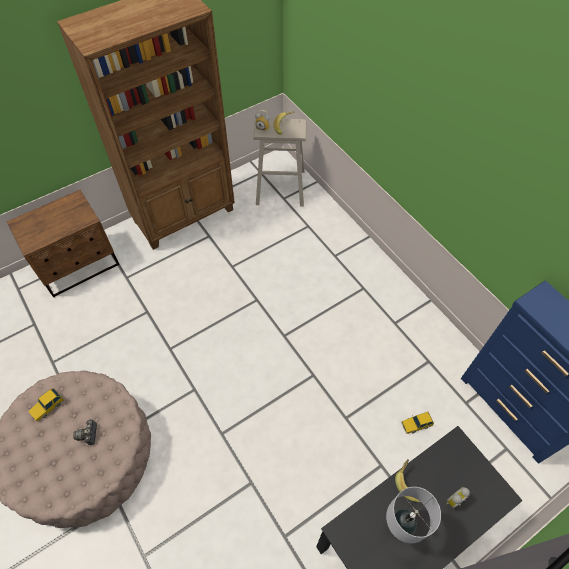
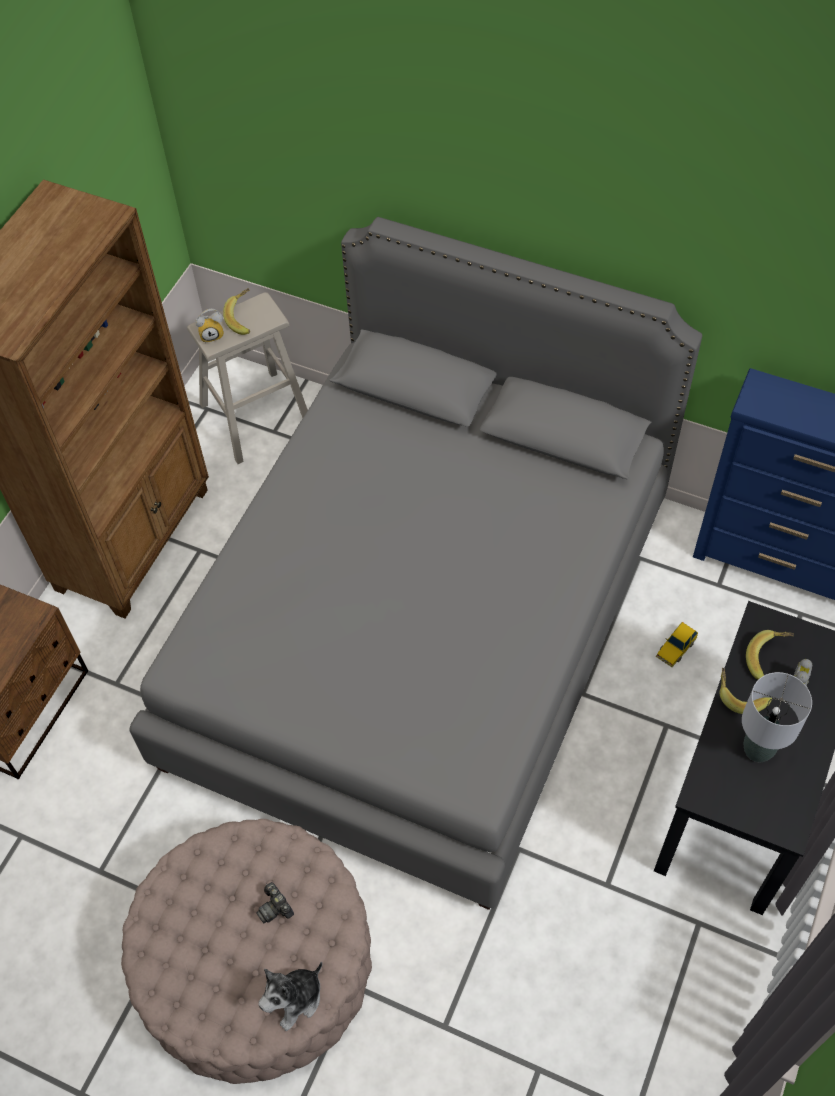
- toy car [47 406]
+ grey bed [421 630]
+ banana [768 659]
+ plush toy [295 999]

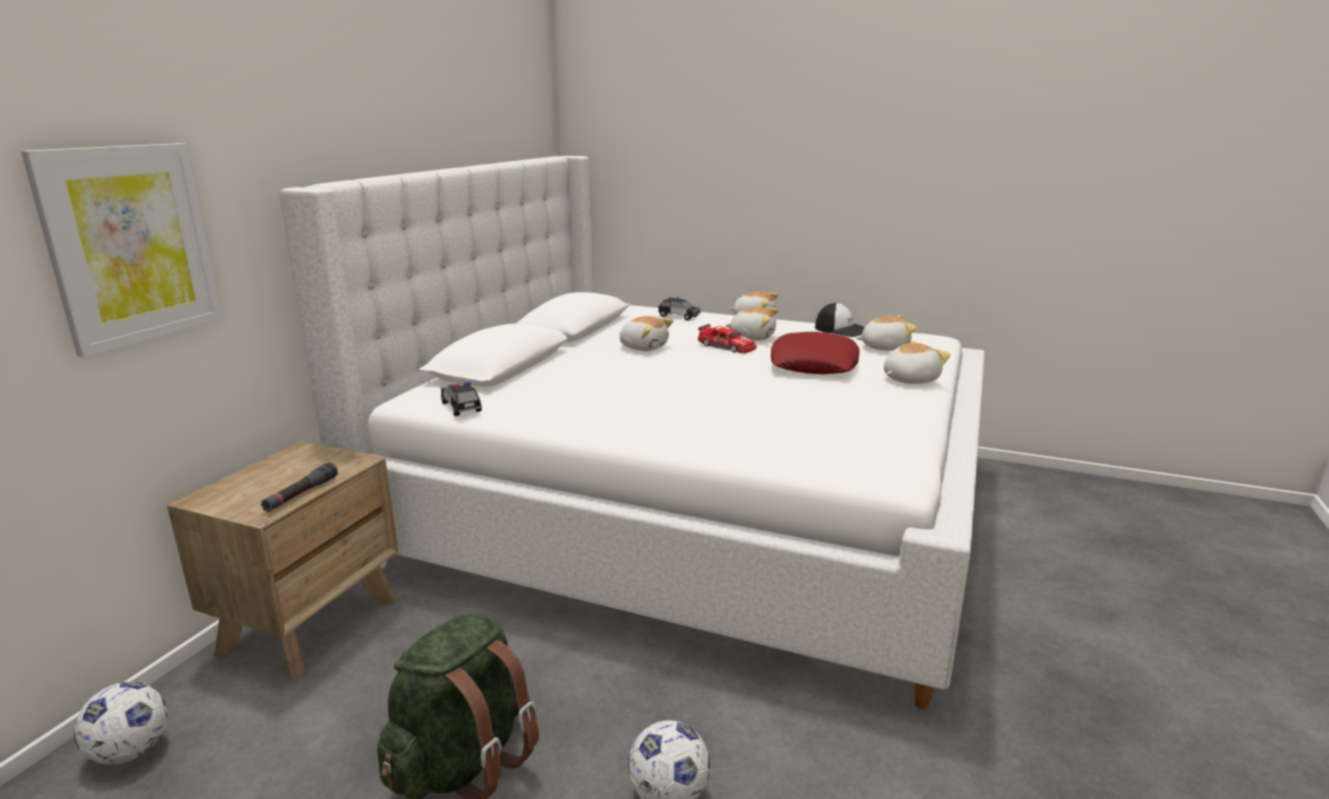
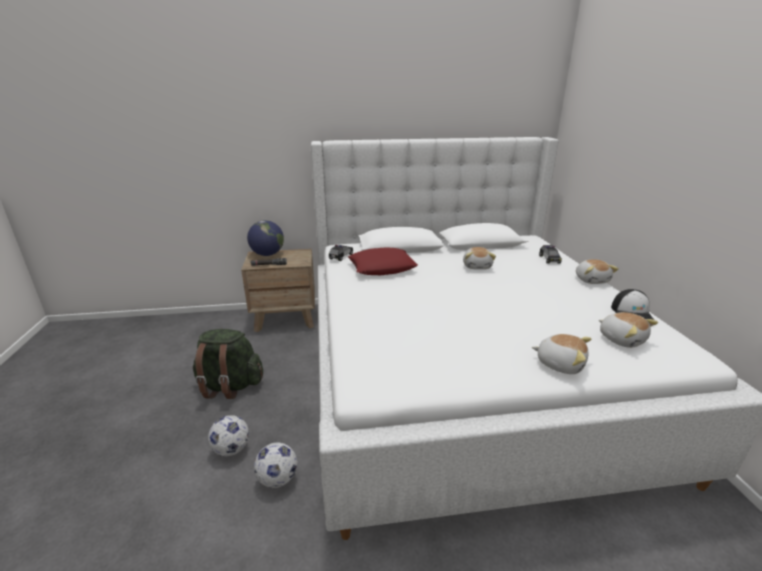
- picture [130 245]
- plush toy [752 337]
- toy car [726 346]
~ red pillow [813 363] to [382 267]
~ football [130 752] to [277 479]
+ globe [267 254]

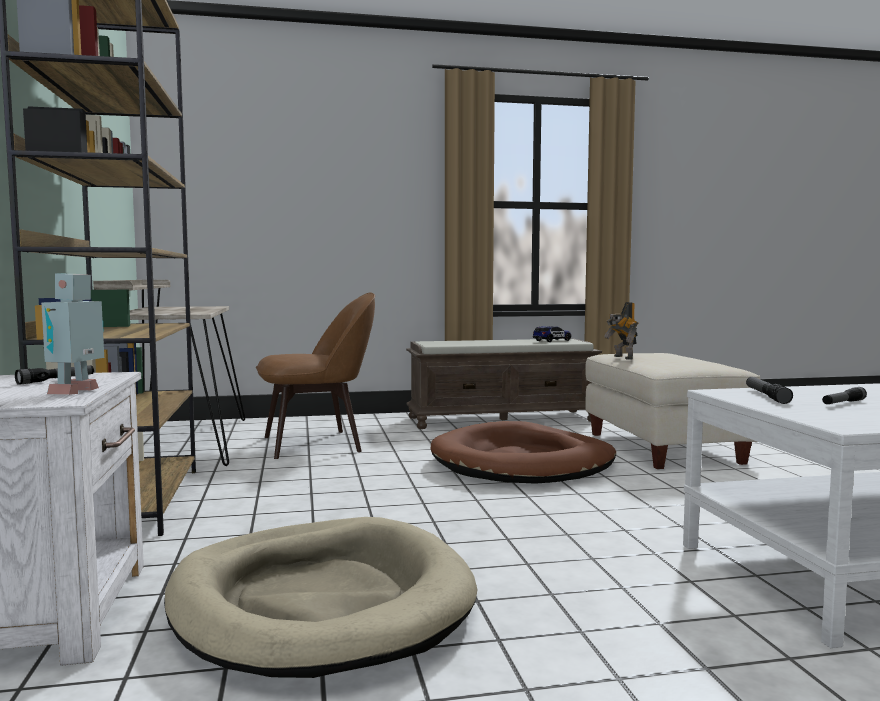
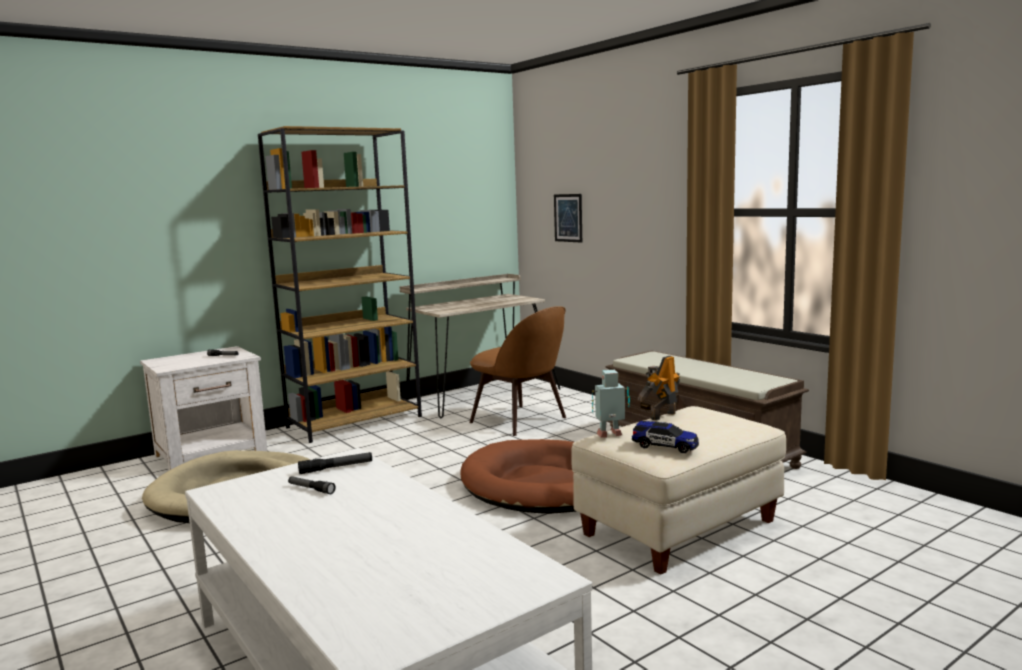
~ toy robot [78 392] to [610 435]
~ toy car [552 341] to [665 446]
+ picture [568 218]

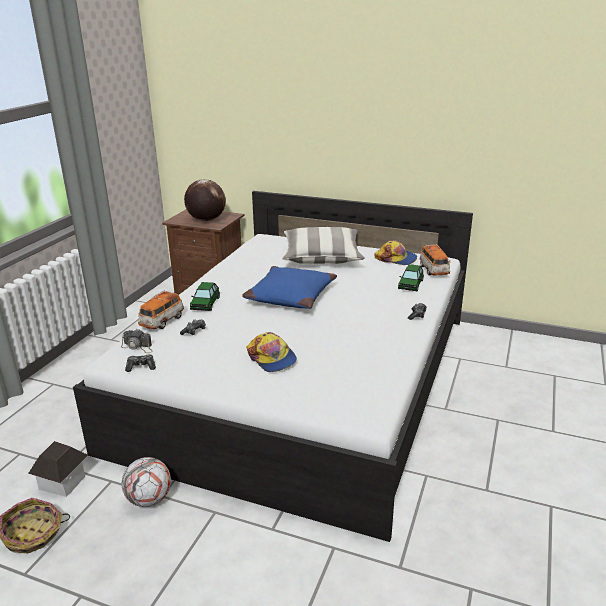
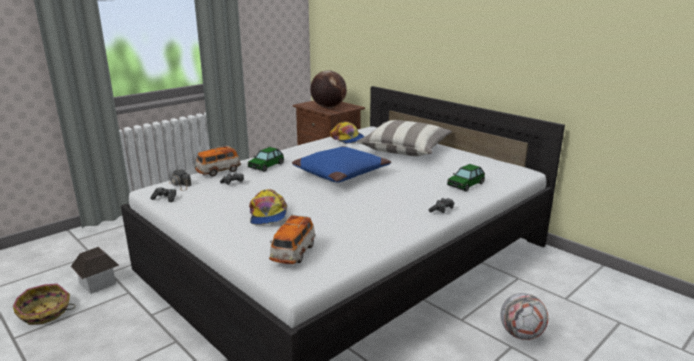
~ cap [396 258] to [347 138]
~ toy car [433 270] to [293 253]
~ football [149 499] to [521 334]

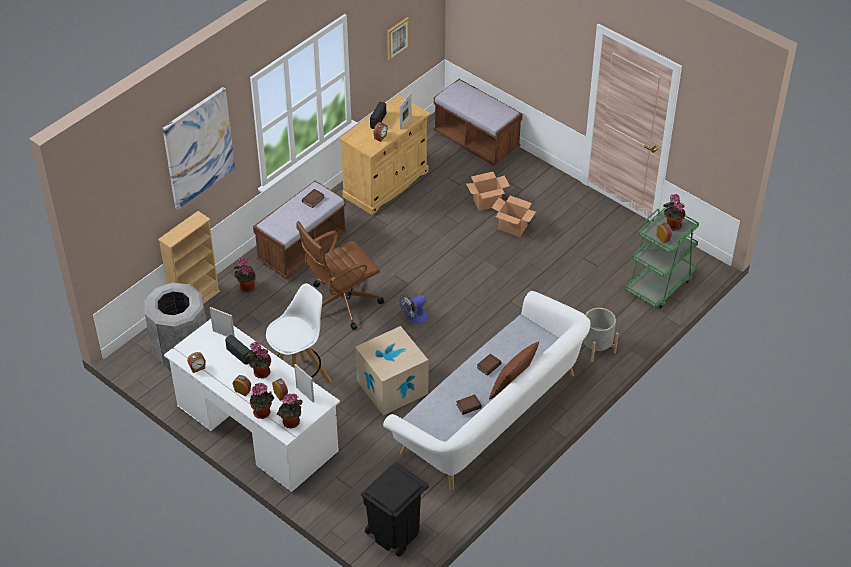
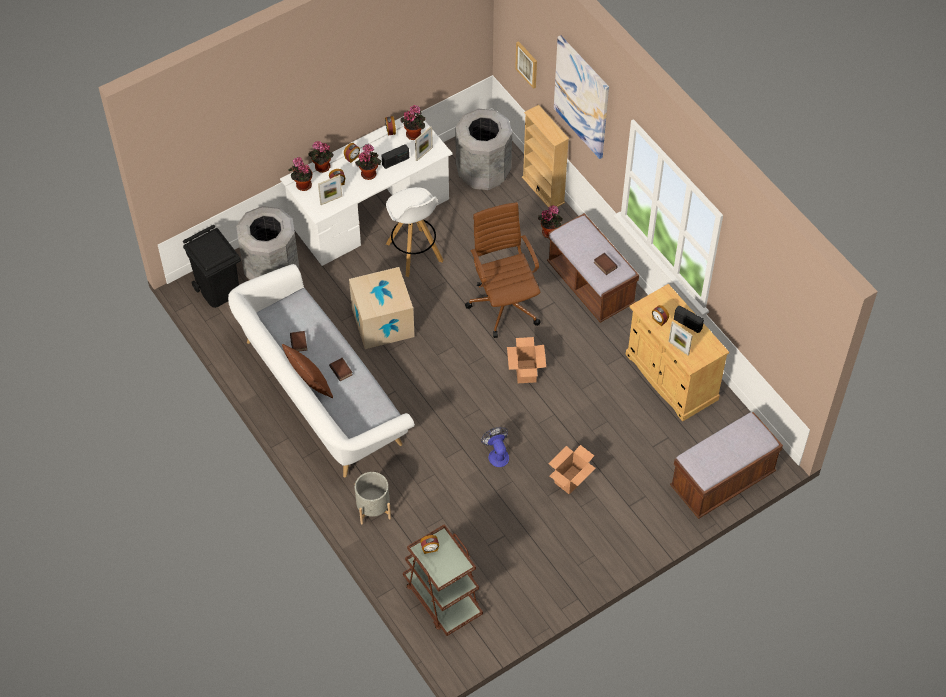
~ picture [397 38] to [527 64]
~ cardboard box [487 202] to [526 372]
~ potted plant [672 225] to [414 133]
~ green cart [659 284] to brown cart [442 598]
~ fan [414 318] to [497 454]
+ grey trash can [272 270]

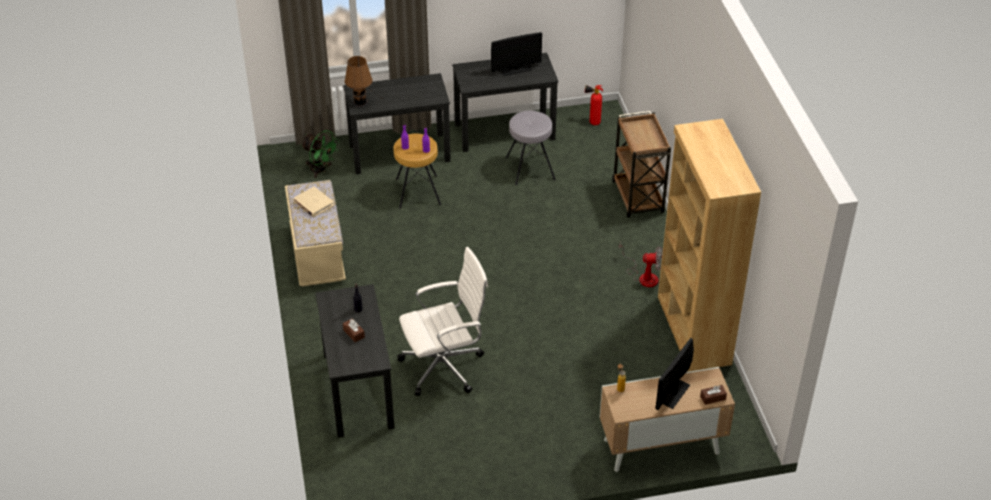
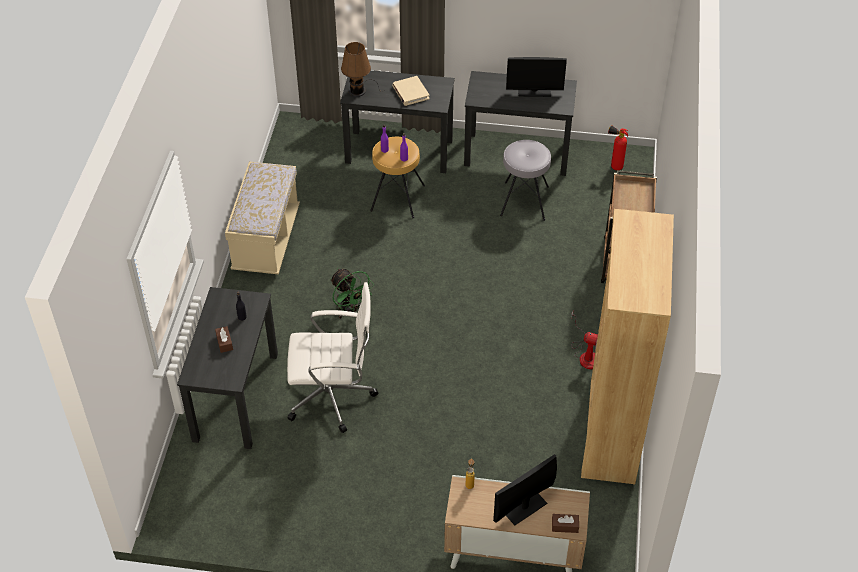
~ green fan [321 170] to [350 310]
~ beige book [313 204] to [410 92]

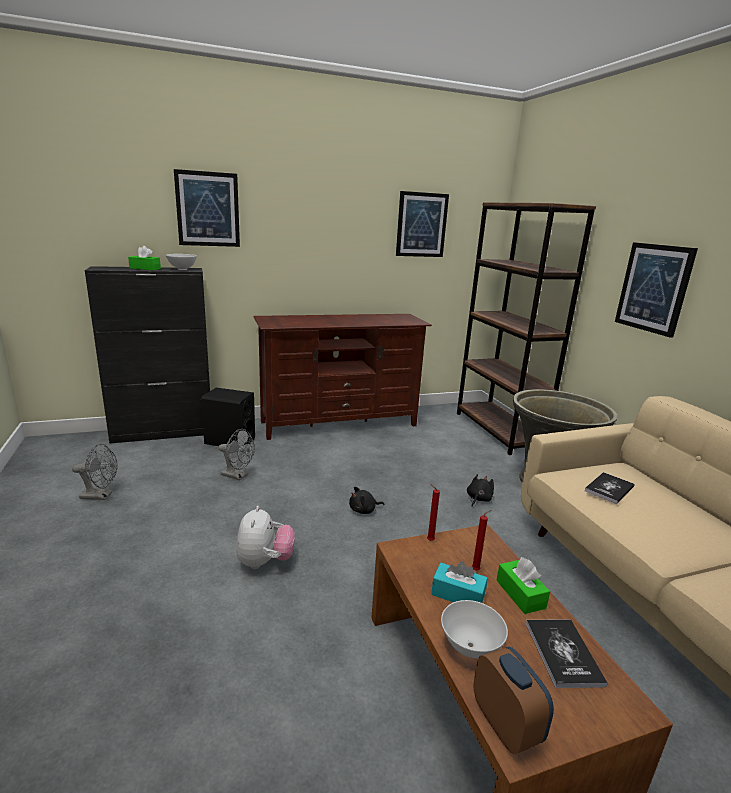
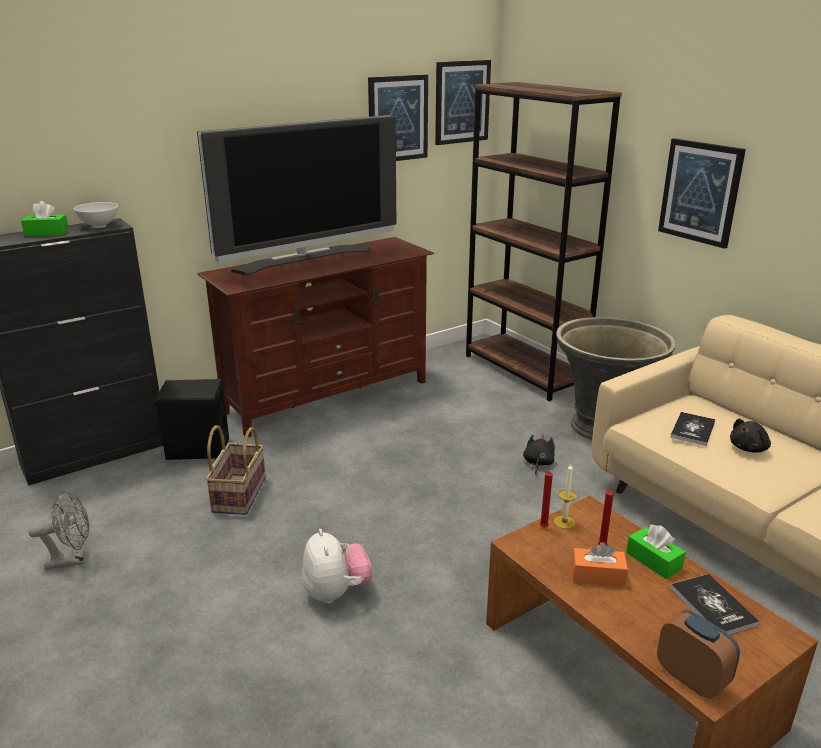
~ picture [208 209] to [462 102]
~ grey fan [238 476] to basket [238 494]
~ black plush toy [364 510] to [749 448]
~ turquoise tissue box [458 594] to orange tissue box [597 575]
- white bowl [470 647]
+ television [306 259]
+ candle [564 522]

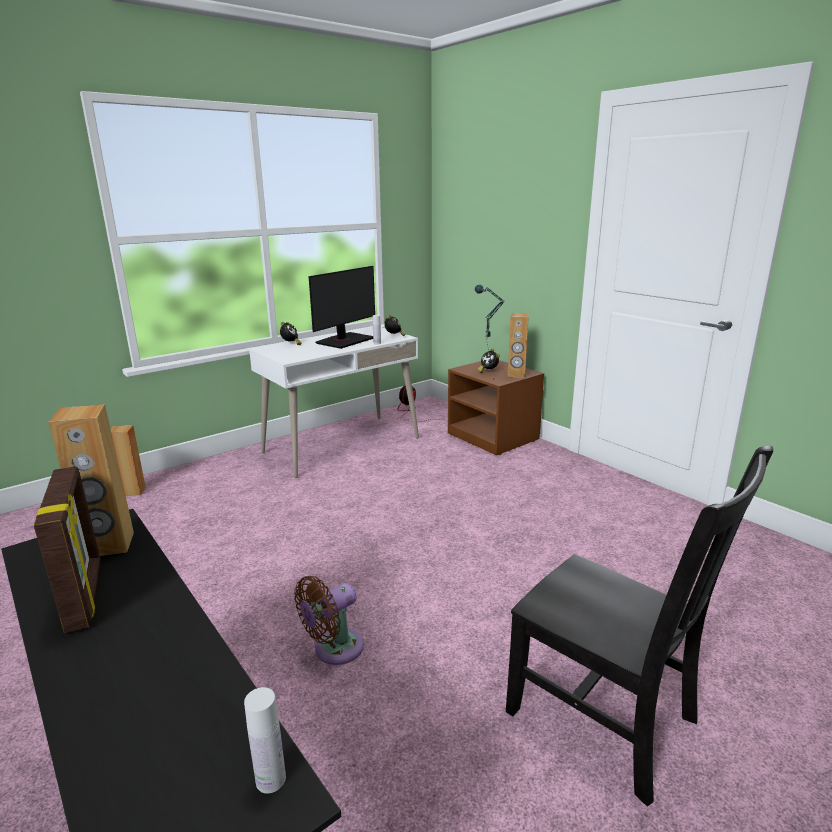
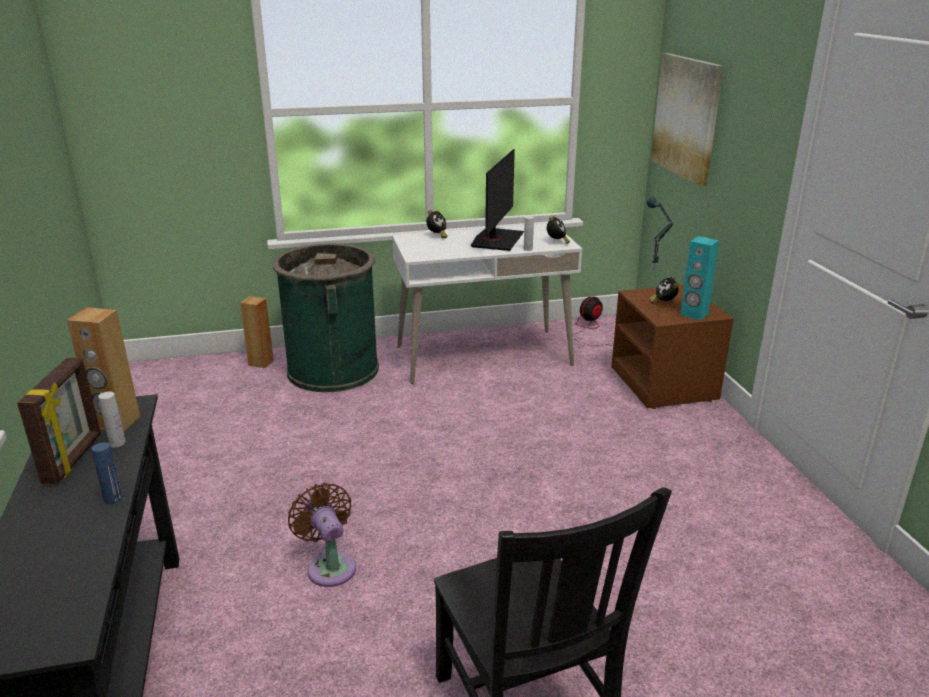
~ monitor [344 341] = [496 240] 45 degrees counterclockwise
~ brown speaker [516 375] to turquoise speaker [694 314]
~ brown fan [334 649] = [330 566] 75 degrees clockwise
~ white bottle [270 779] to [117 443]
+ picture [687 117]
+ green trash can [333 369]
+ blue bottle [113 498]

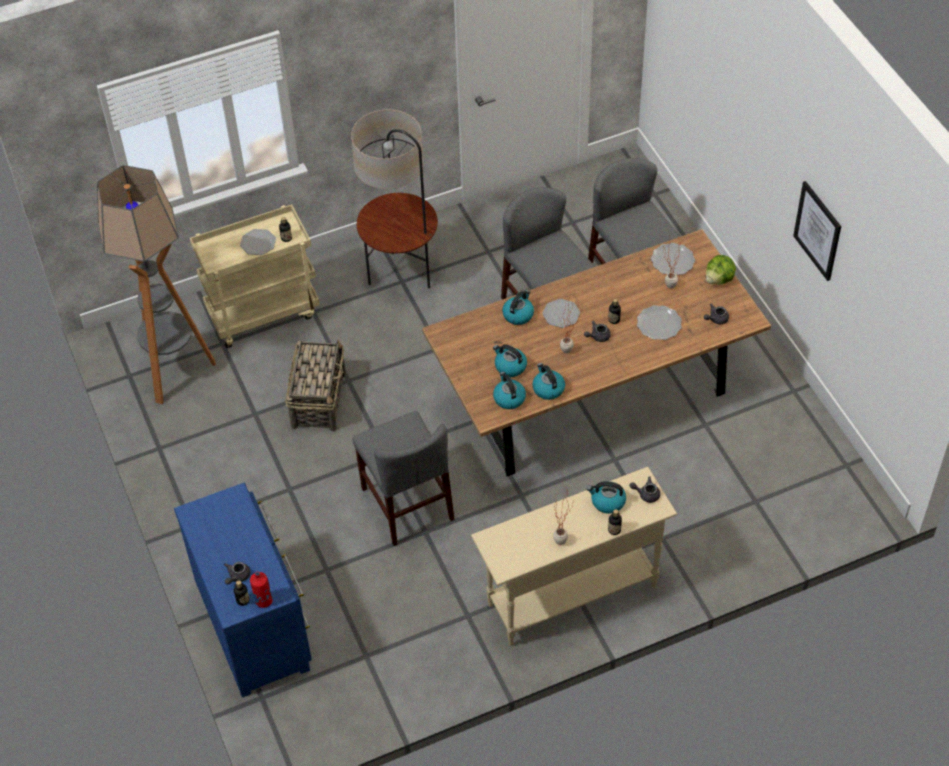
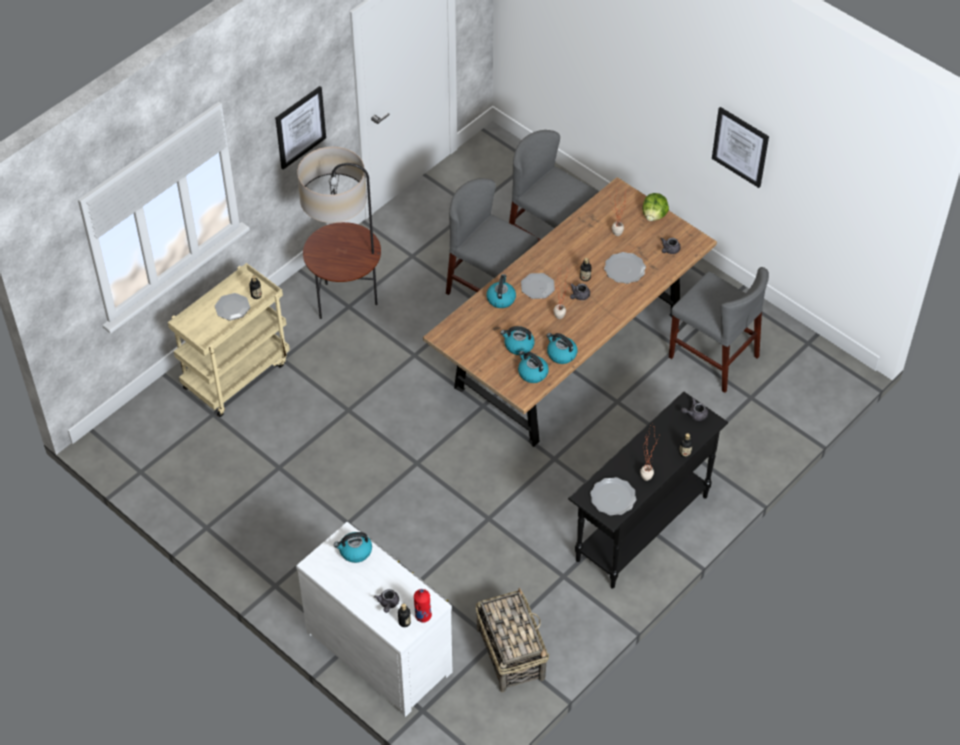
- floor lamp [174 371]
~ plate [672 261] to [613 497]
~ basket [319 399] to [510 652]
~ grey chair [407 504] to [713 357]
~ beige console table [571 595] to black console table [641 528]
~ kettle [607 502] to [355 551]
~ blue dresser [255 622] to white dresser [381 648]
+ picture [300 127]

